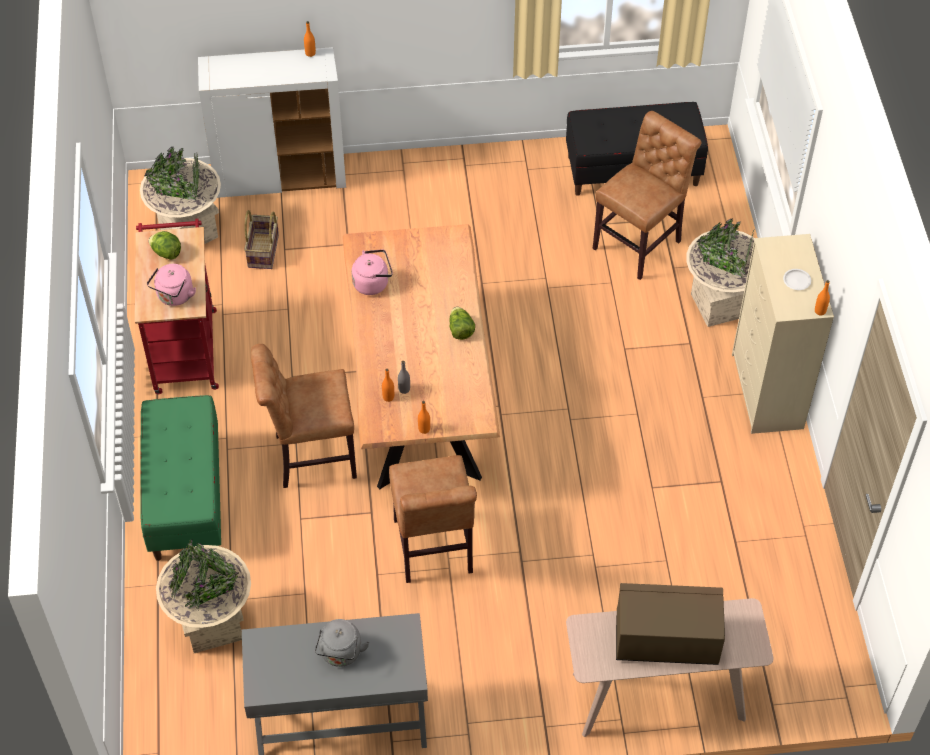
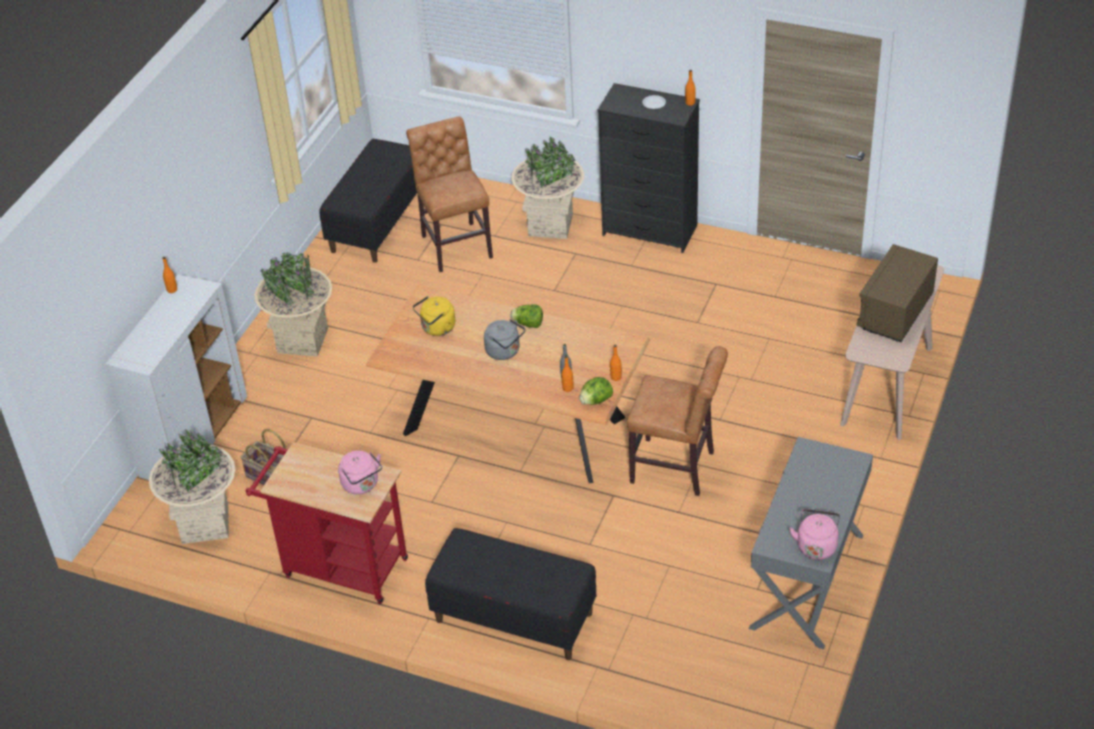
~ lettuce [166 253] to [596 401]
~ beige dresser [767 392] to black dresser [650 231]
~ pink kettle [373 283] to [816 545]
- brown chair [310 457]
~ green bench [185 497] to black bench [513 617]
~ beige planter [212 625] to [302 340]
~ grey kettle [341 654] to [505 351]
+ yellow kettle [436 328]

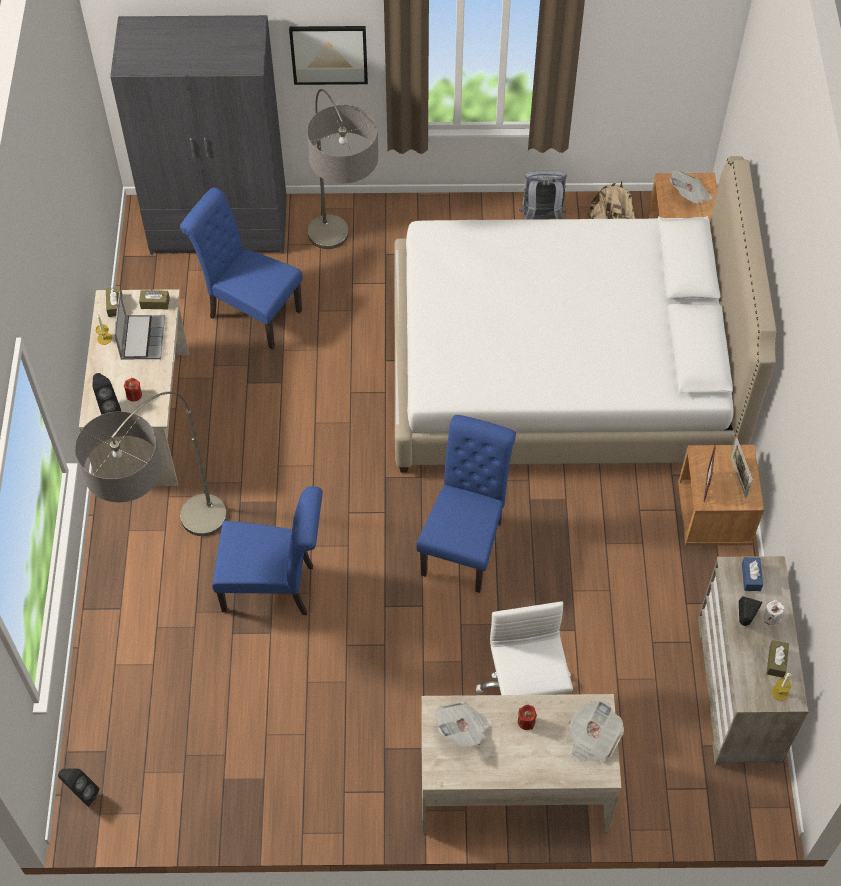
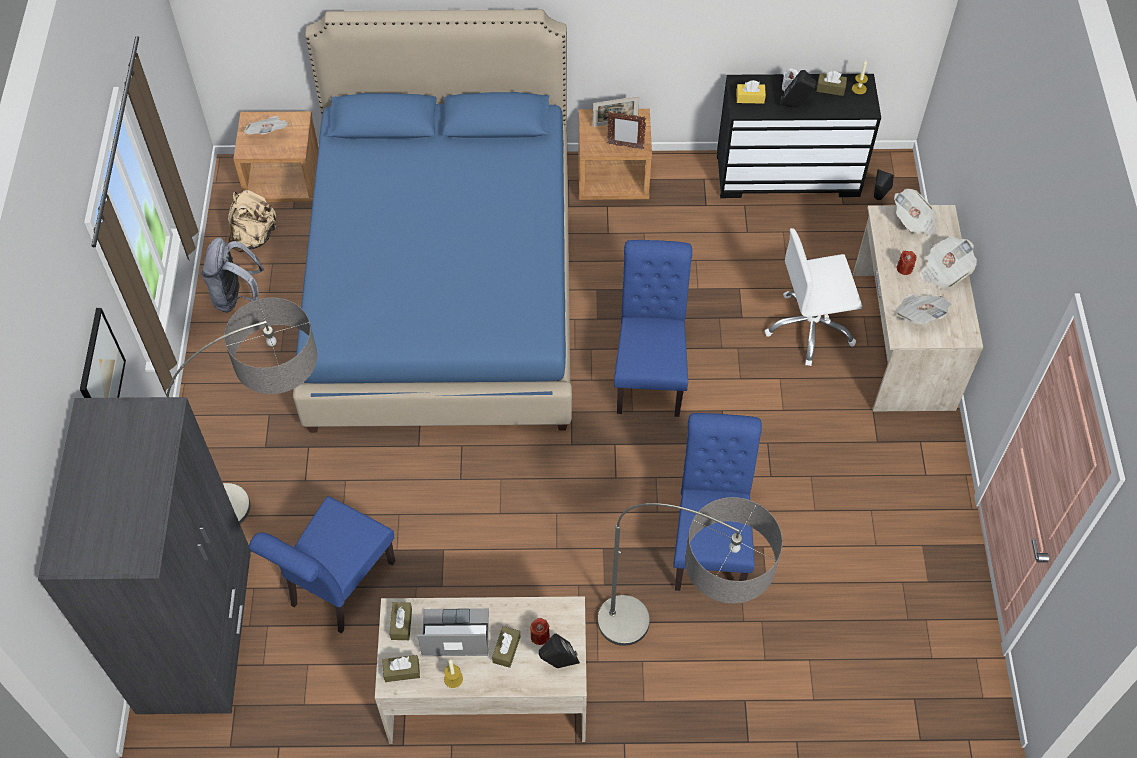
~ white bed [561 372] to blue bed [444 287]
~ blue chair [465 543] = [649 373] 75 degrees clockwise
~ beige dresser [739 690] to black dresser [788 175]
~ blue tissue box [751 577] to yellow tissue box [750 98]
~ black speaker [81 793] to [877 198]
+ newspaper [944 271]
+ brown tissue box [506 649]

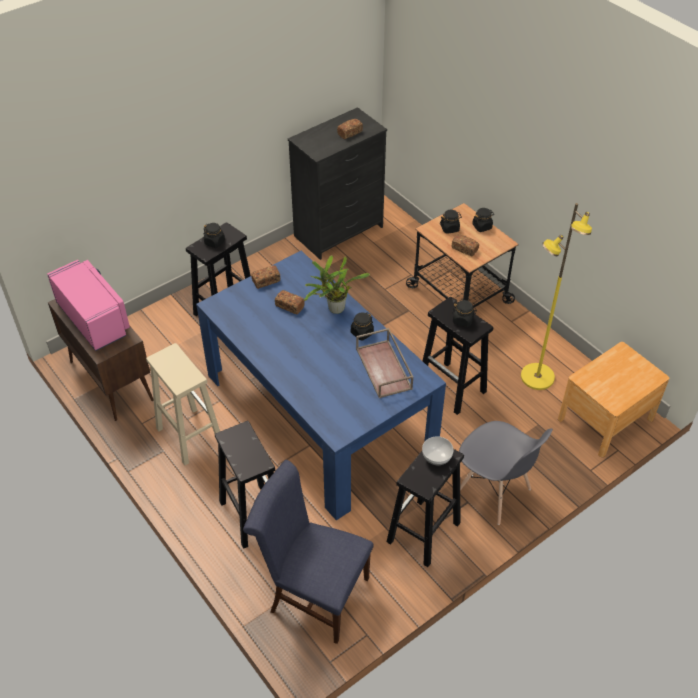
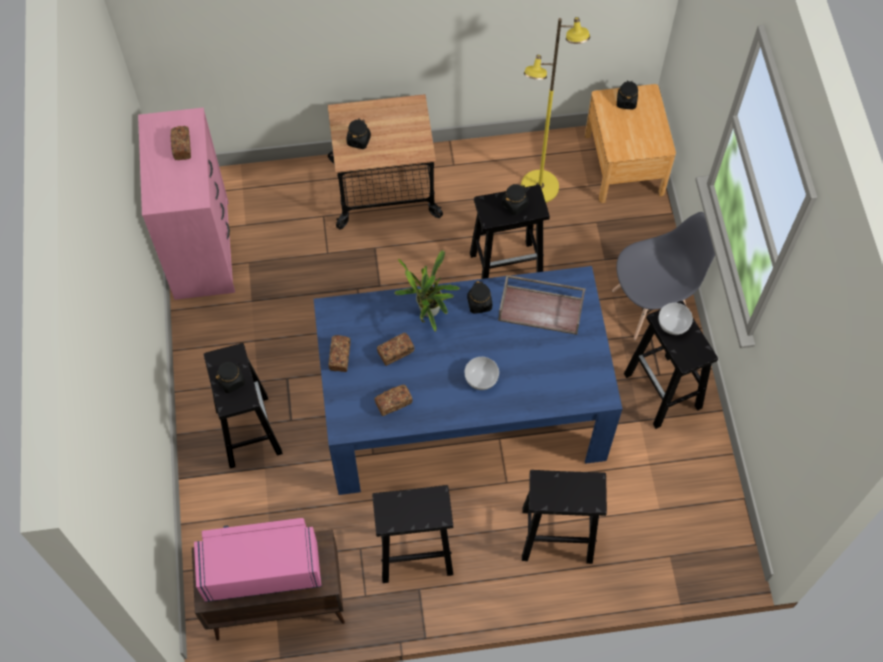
~ black dresser [339 232] to pink dresser [203 250]
~ black jar [482 226] to [626 101]
~ bread [464 249] to [393 403]
~ beige stool [189 435] to black stool [413 552]
- blue chair [313 593]
+ bowl [481 379]

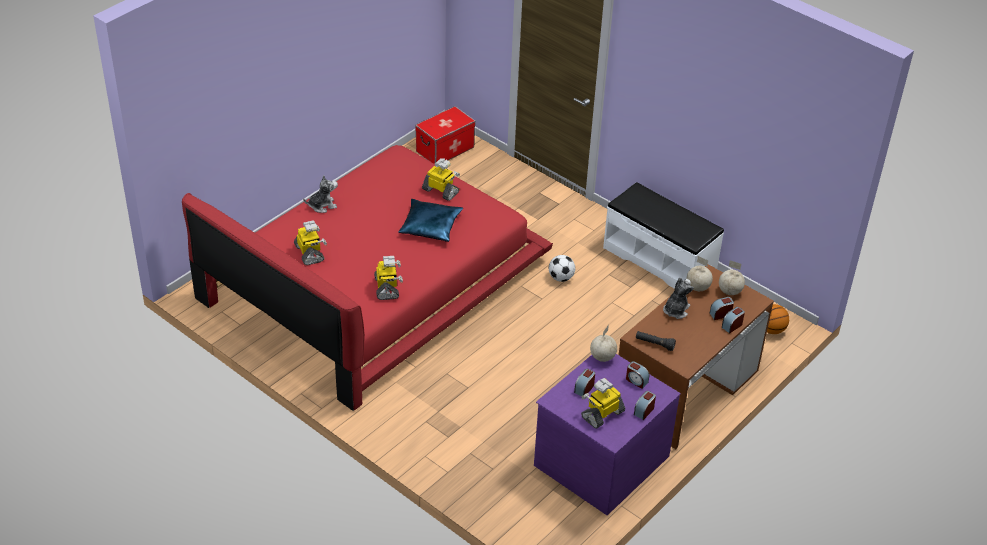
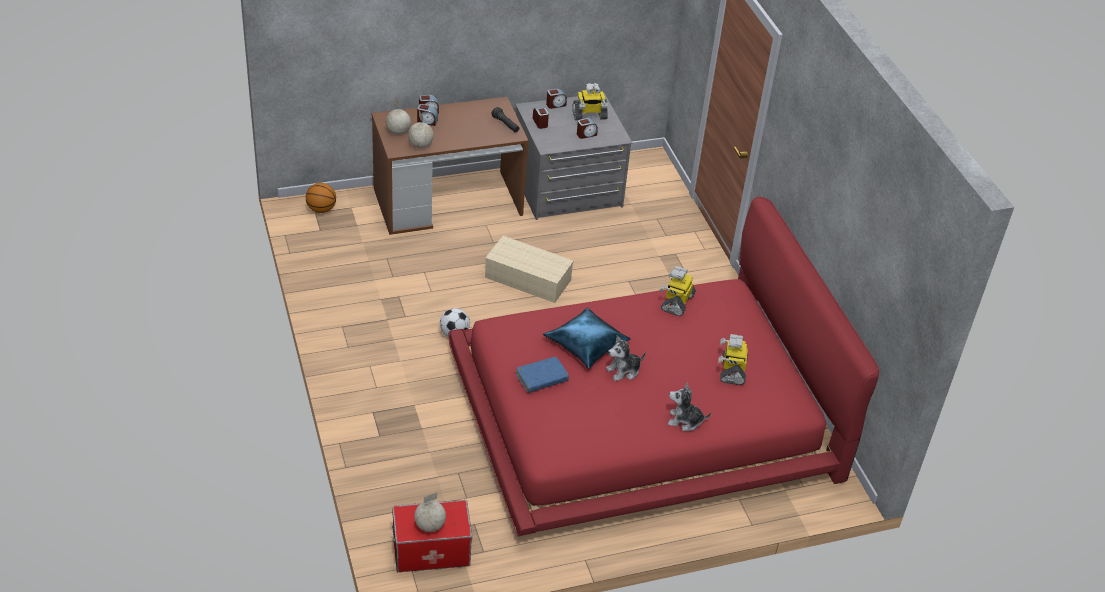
~ toy robot [441 191] to blue book [541 378]
- white bench [659 260]
~ plush toy [675 310] to [624 371]
~ globe [602 357] to [430 526]
~ purple dresser [600 459] to grey dresser [567 189]
+ beige storage box [526 279]

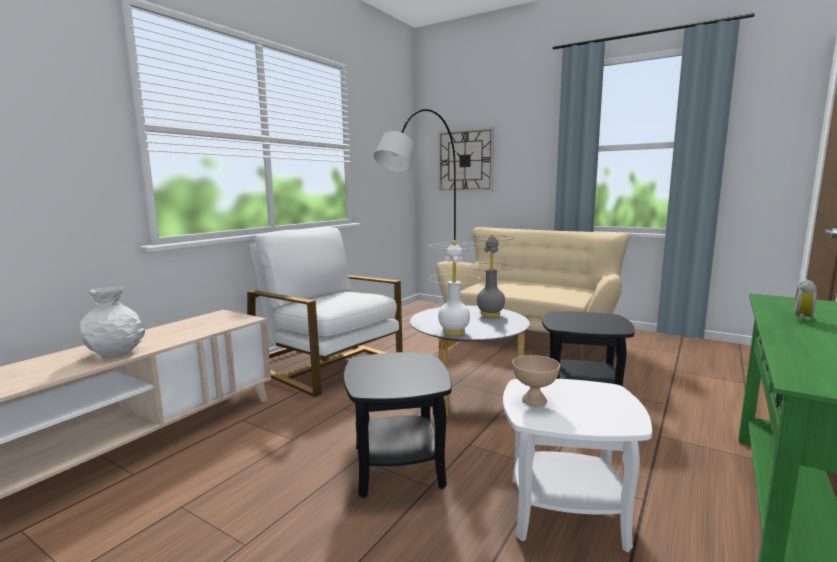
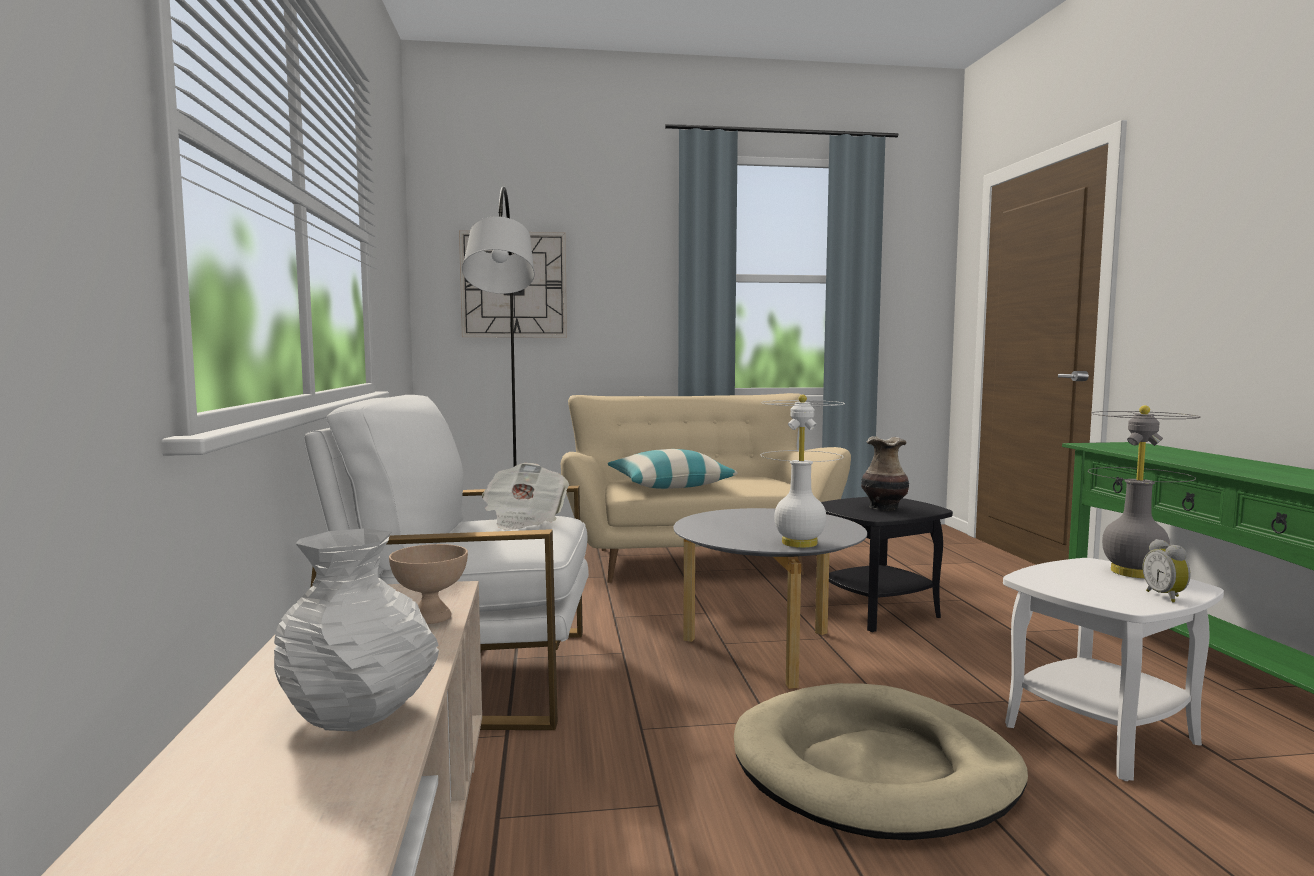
~ grey table lamp [490 314] to [1133 572]
~ alarm clock [804 319] to [1166 597]
~ black side table [398 467] to beige dog bed [874 769]
~ beige bowl [533 400] to [429 617]
+ vase [883 508]
+ pillow [669 485]
+ newspaper [524 520]

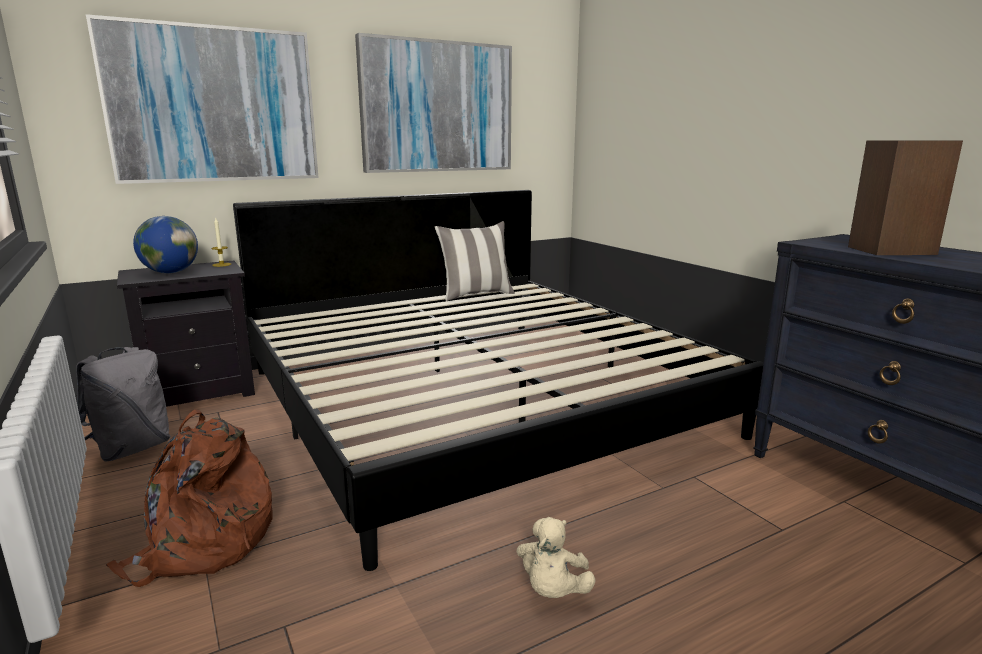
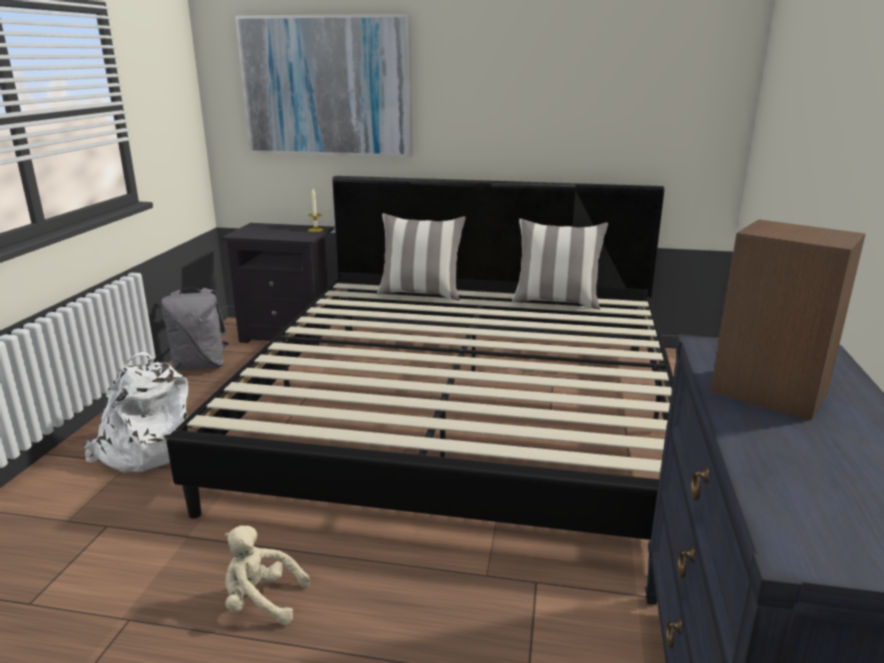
- picture [437 107]
- globe [170 272]
~ brown backpack [203 544] to white backpack [145 451]
~ beige plush toy [553 590] = [261 601] 45 degrees clockwise
+ pillow [421 293]

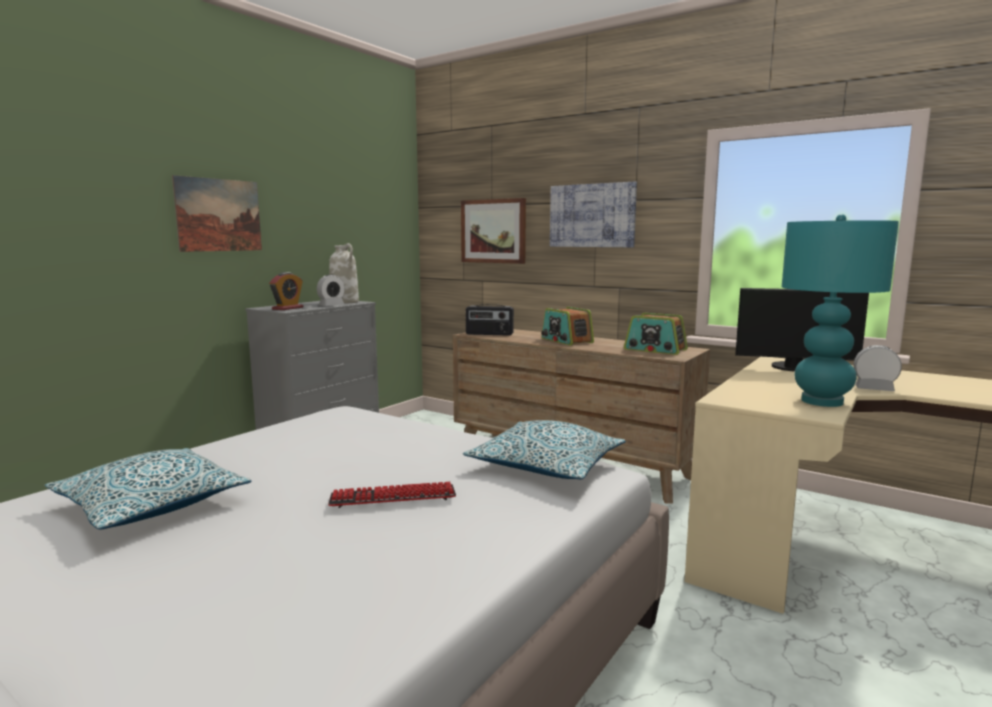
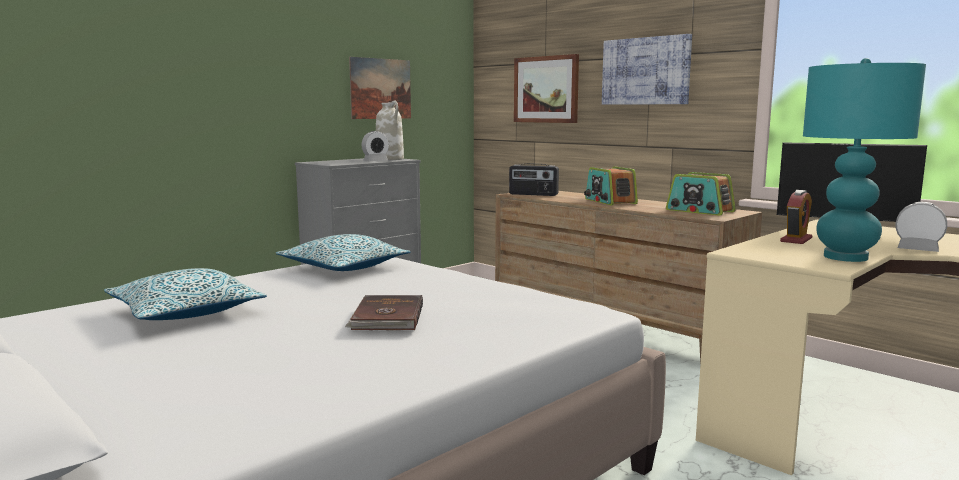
~ picture [219 215] to [380 88]
~ alarm clock [288 308] to [796 240]
~ pillow [546 466] to [344 268]
~ keyboard [393 497] to brown book [386 317]

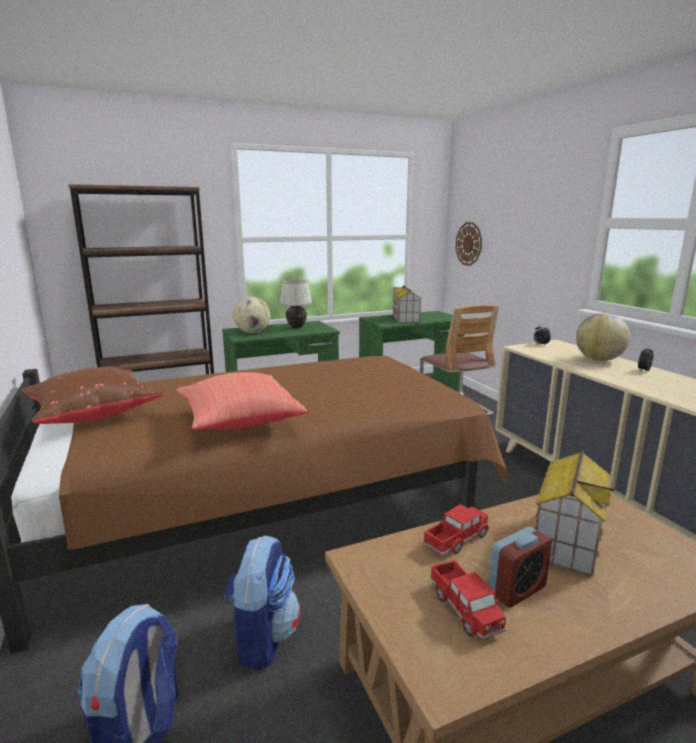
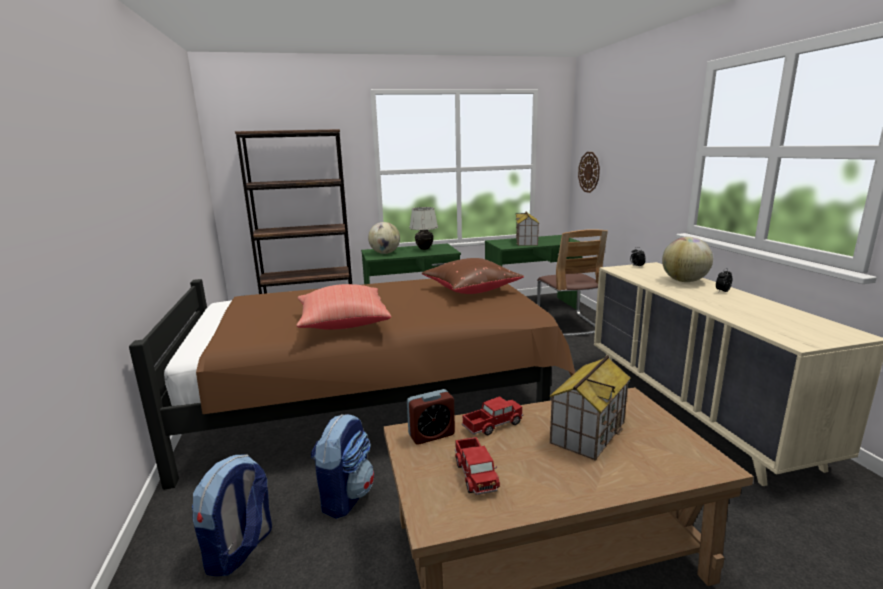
~ brown pillow [94 414] to [470 290]
~ alarm clock [516 590] to [431 435]

